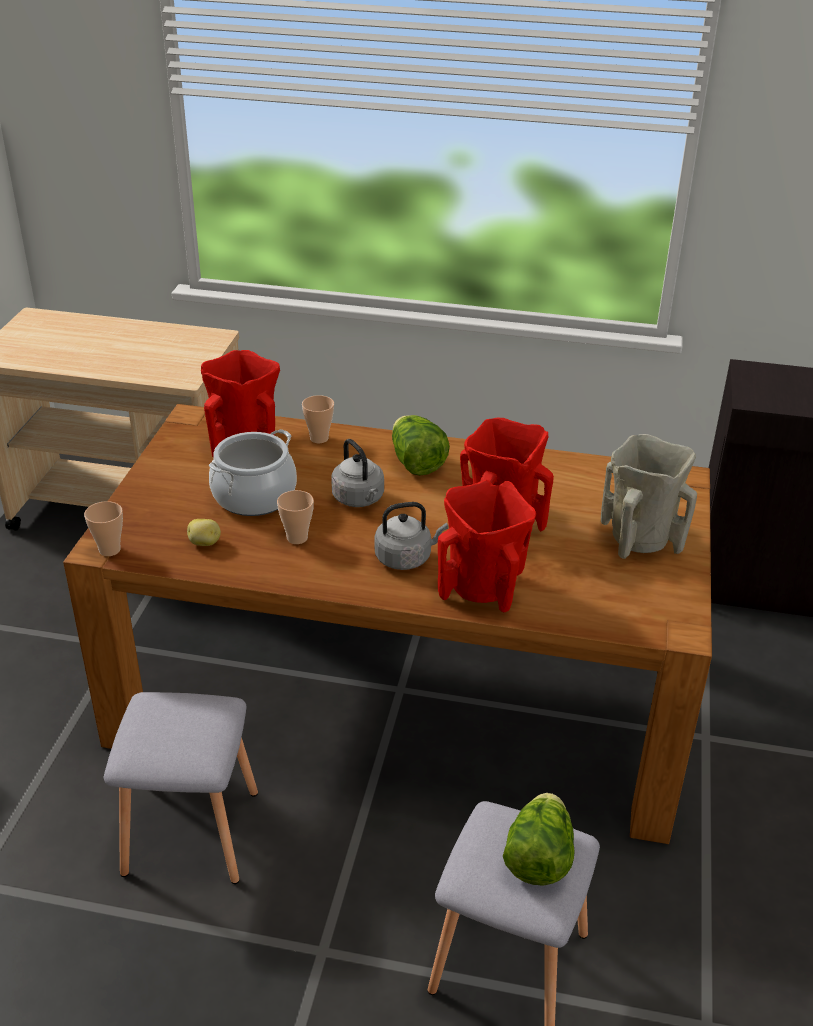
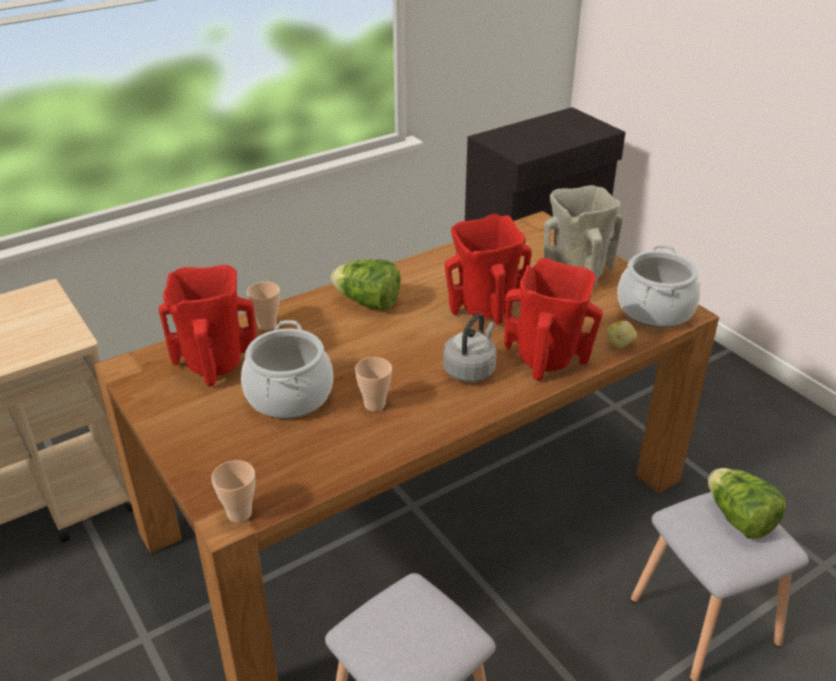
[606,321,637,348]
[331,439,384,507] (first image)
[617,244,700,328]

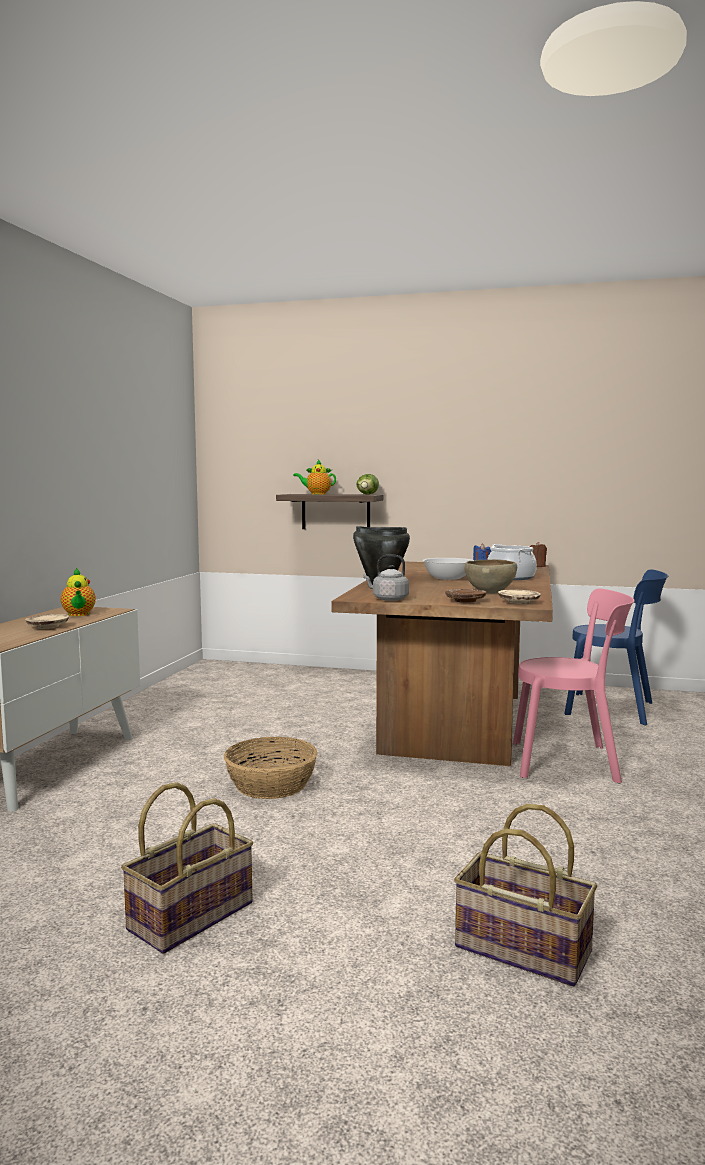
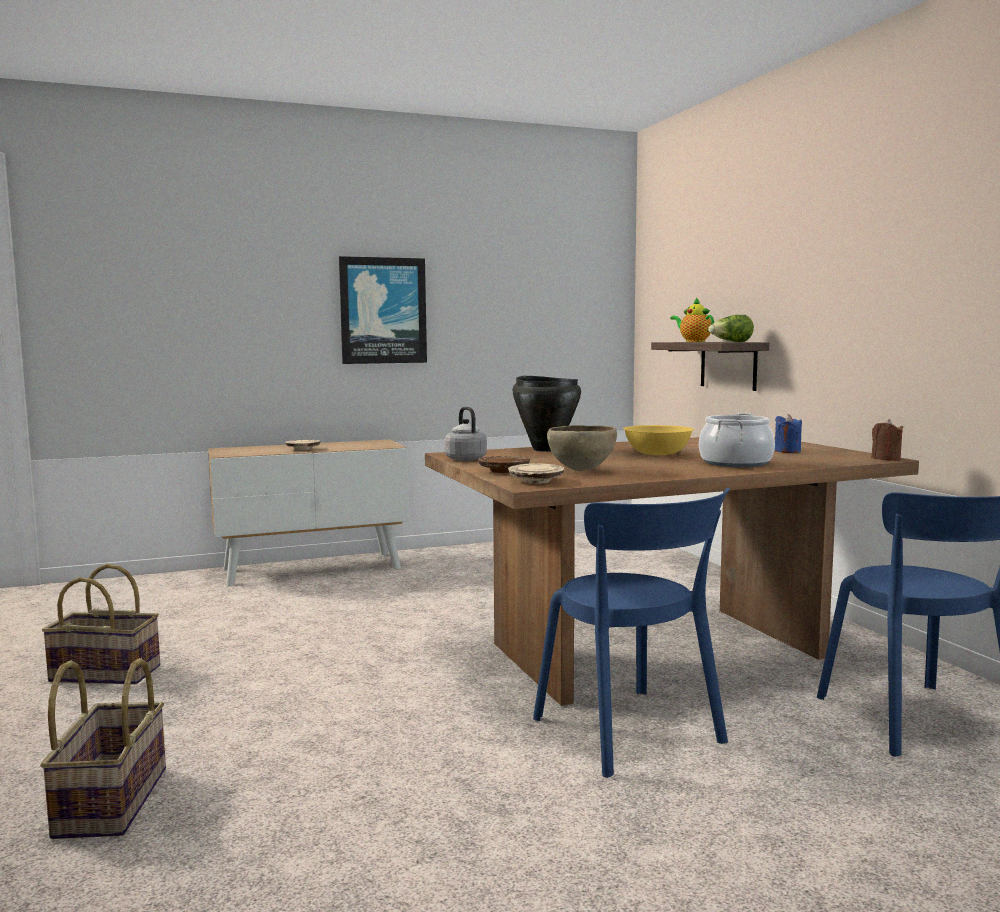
[61,568,96,616] (first image)
[224,737,317,799] (first image)
[623,425,694,455]
[533,487,730,778]
[339,256,427,364]

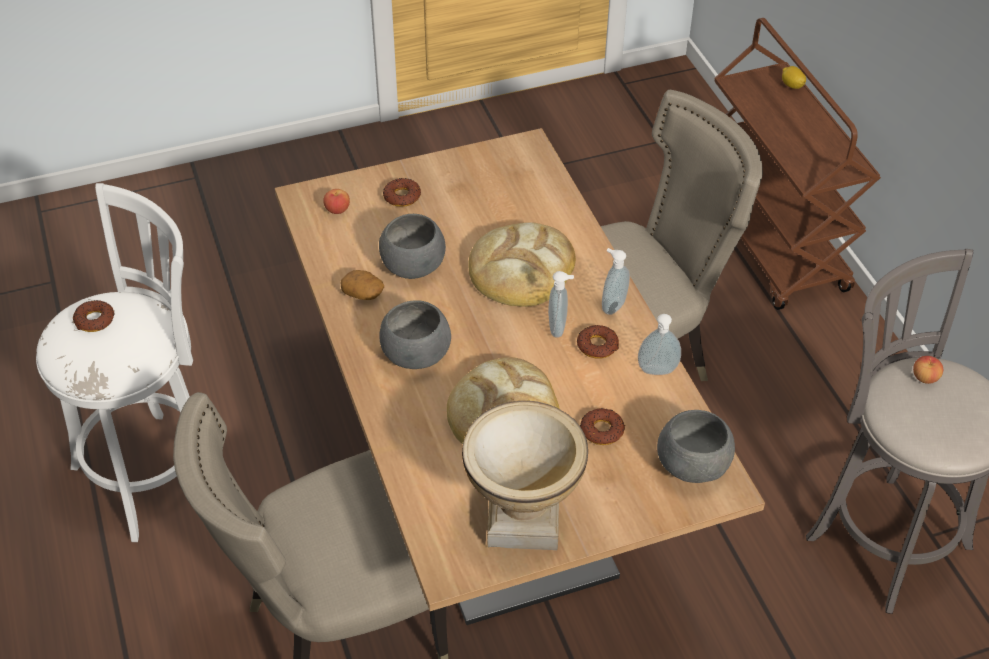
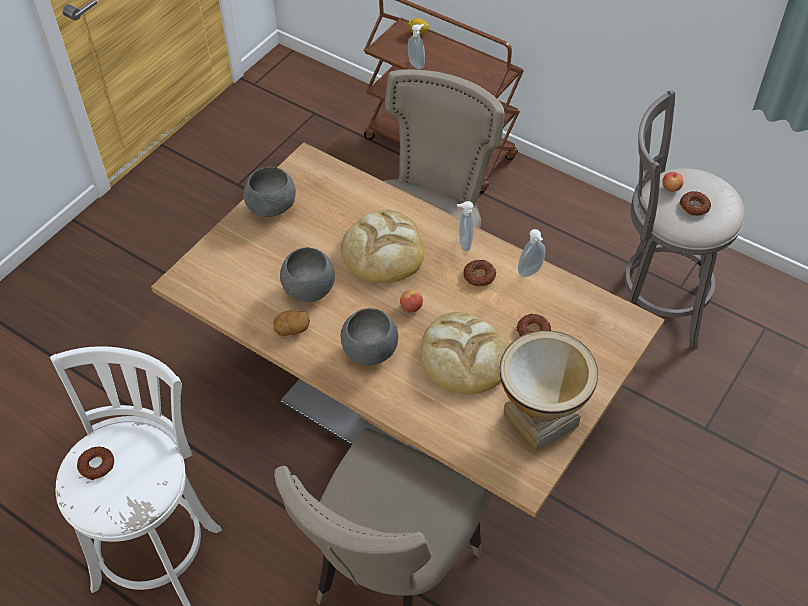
[400,290,423,312]
[679,191,711,216]
[408,24,425,70]
[243,167,296,217]

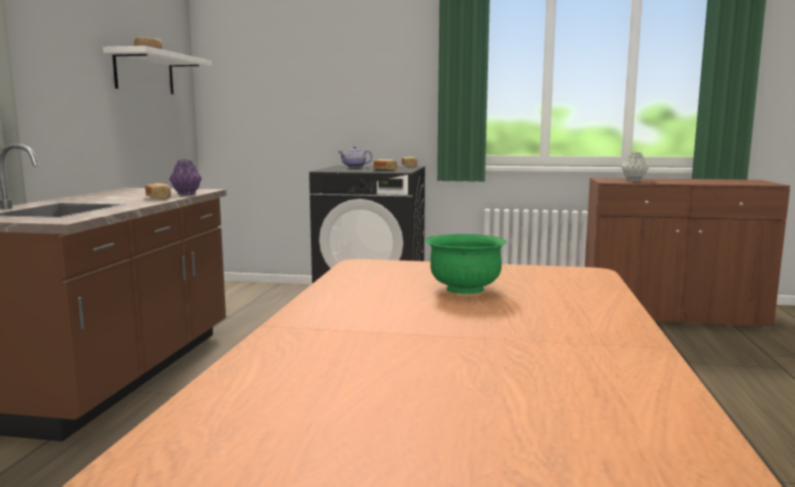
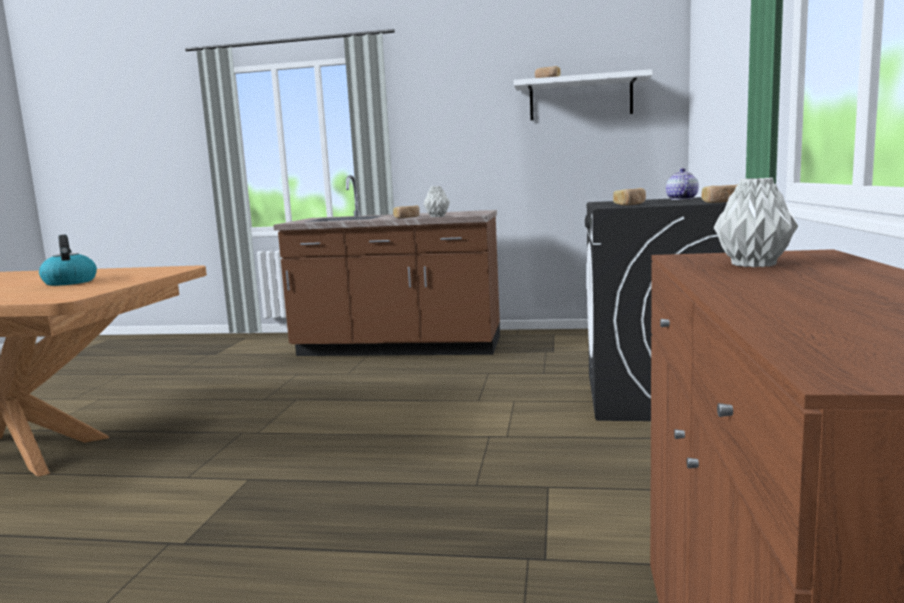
[424,186,450,217]
[39,235,97,286]

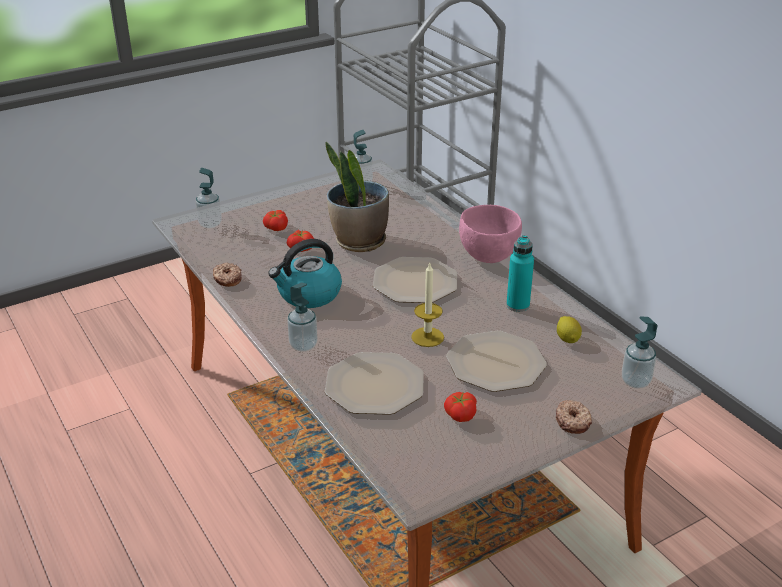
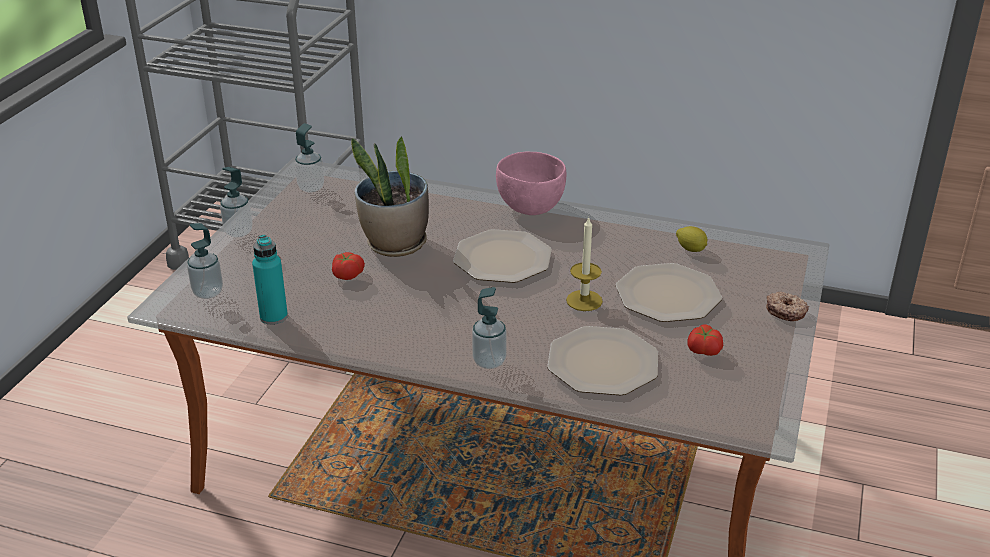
[213,263,242,287] (first image)
[263,210,288,231] (first image)
[268,239,342,308] (first image)
[252,235,288,325]
[220,167,252,237]

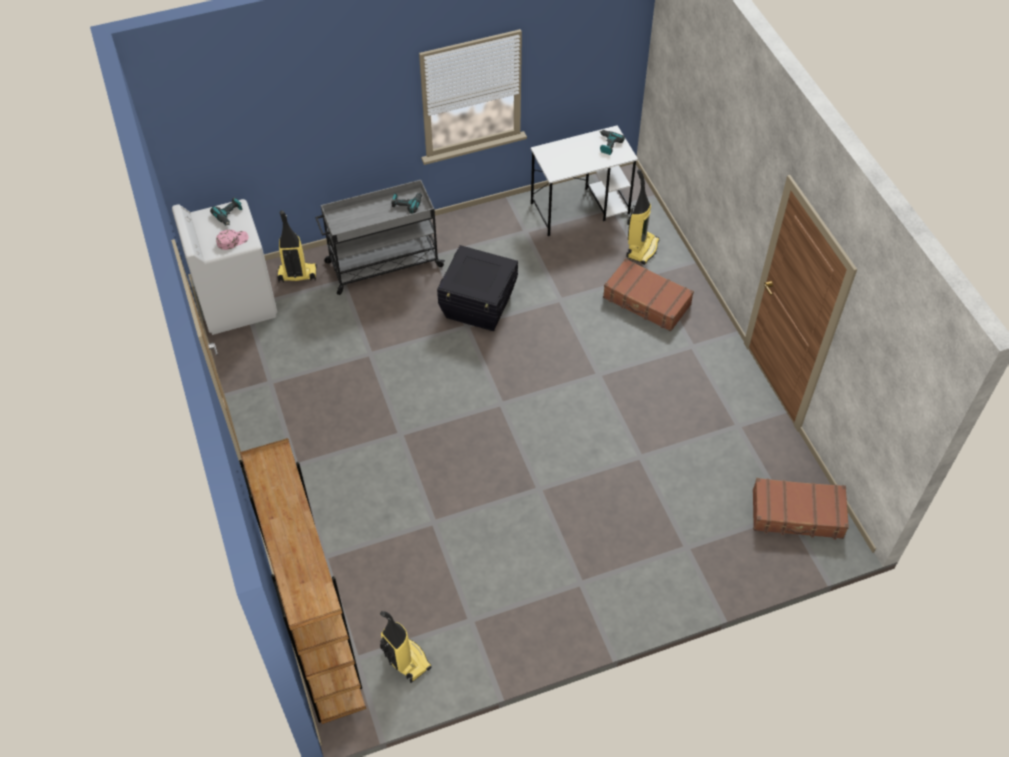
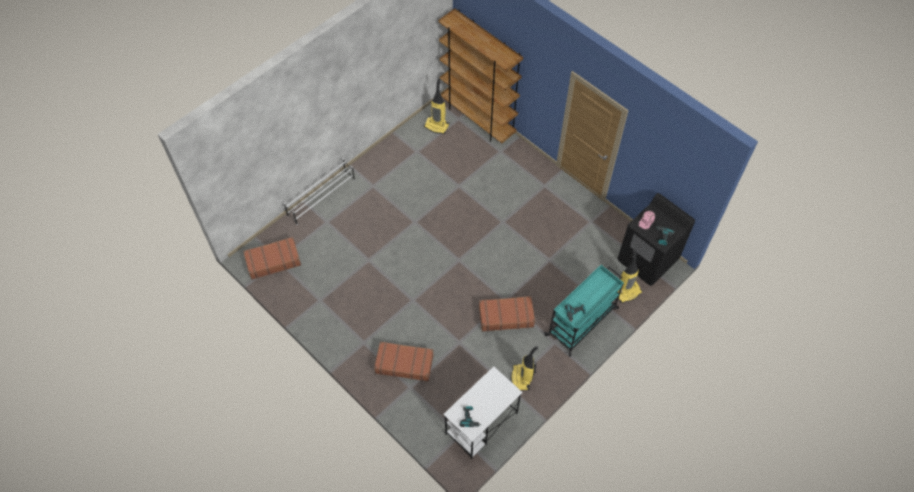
[618,193,695,286]
[544,265,624,357]
[479,296,535,332]
[511,346,538,390]
[284,159,355,225]

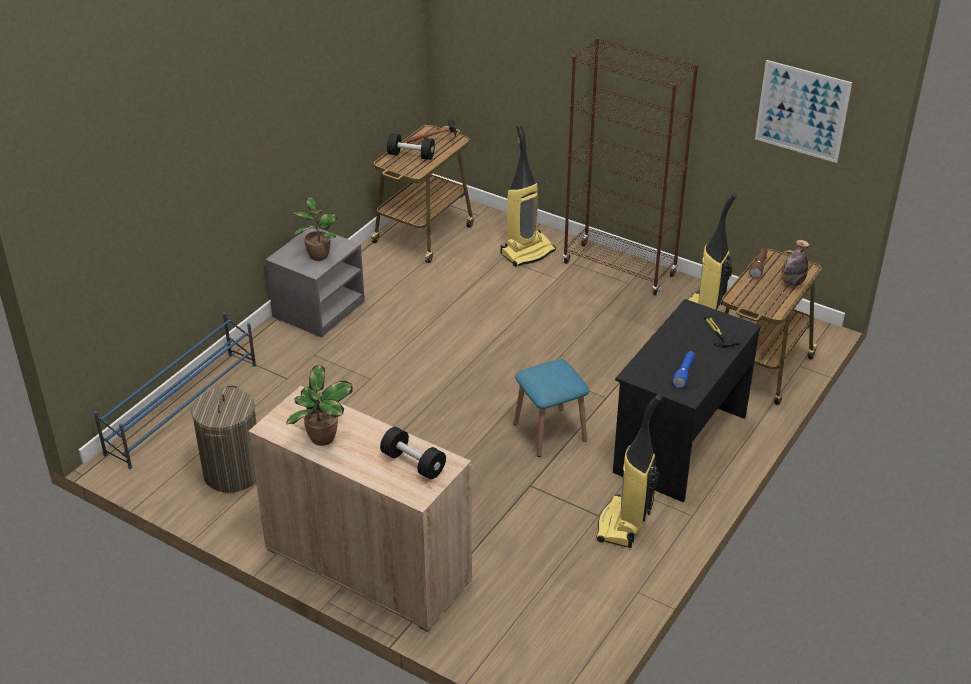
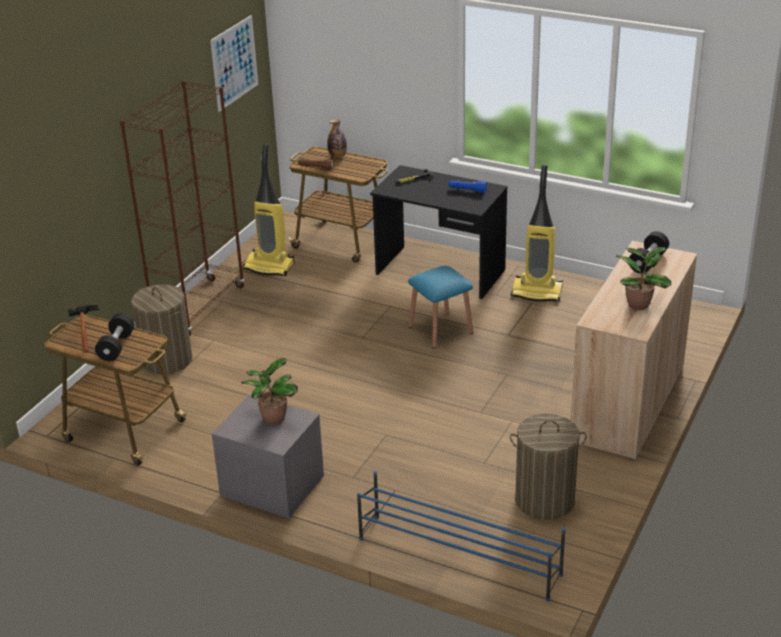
[131,284,192,374]

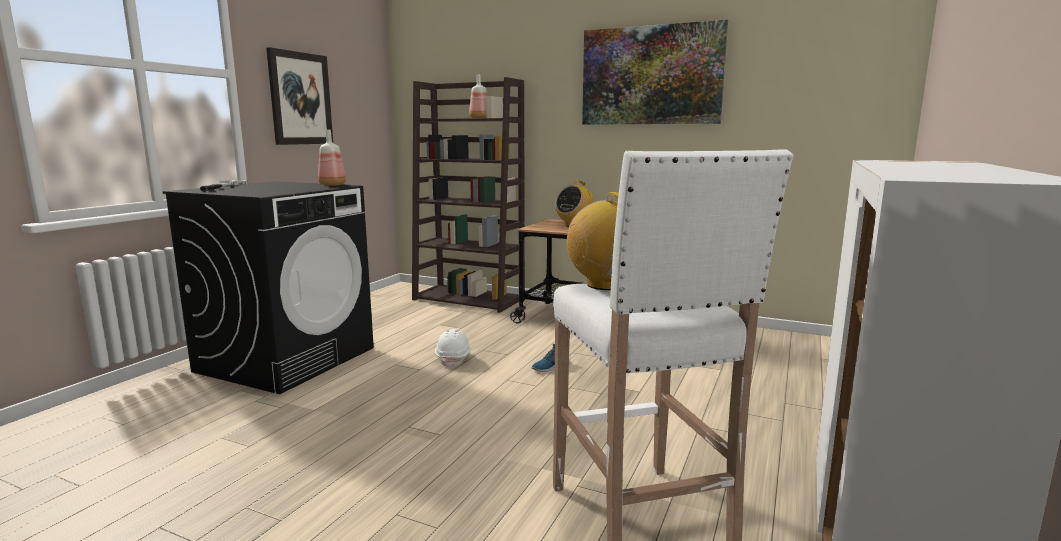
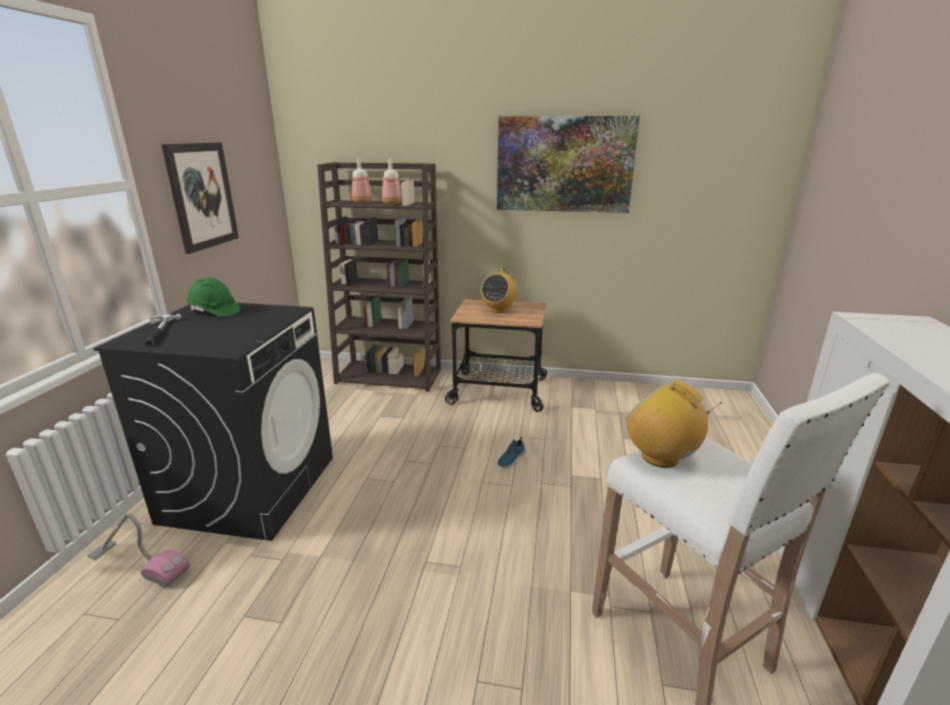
[351,158,372,203]
[435,329,471,368] (first image)
[88,513,190,588]
[187,278,240,317]

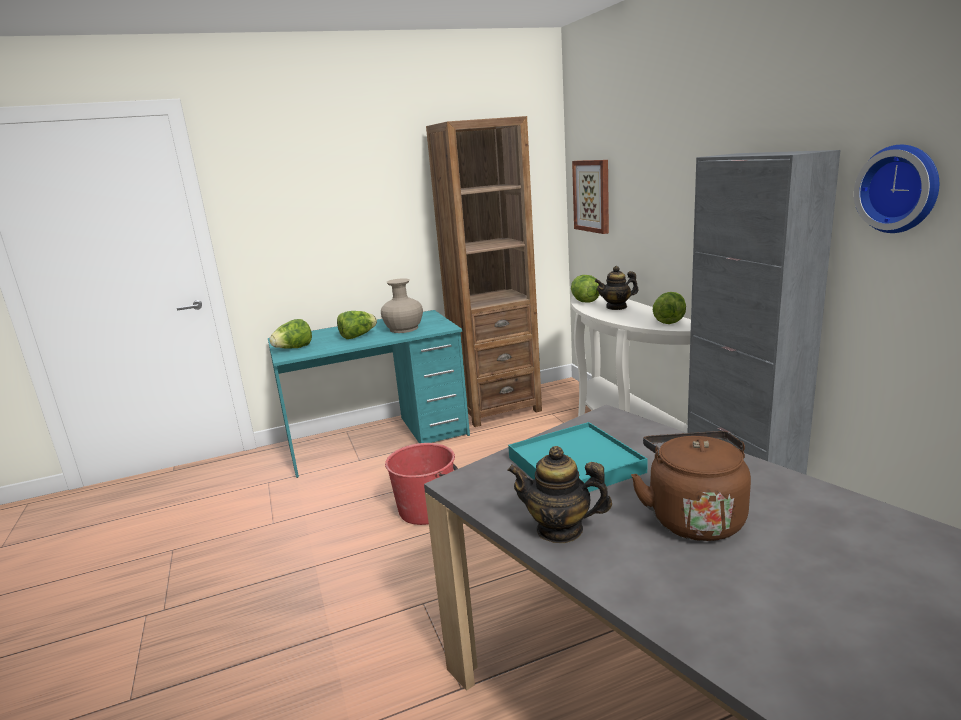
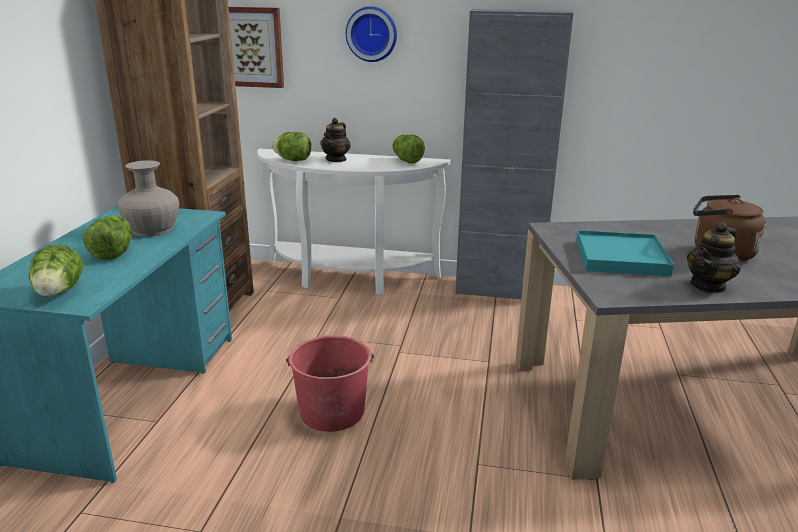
[346,6,397,62]

